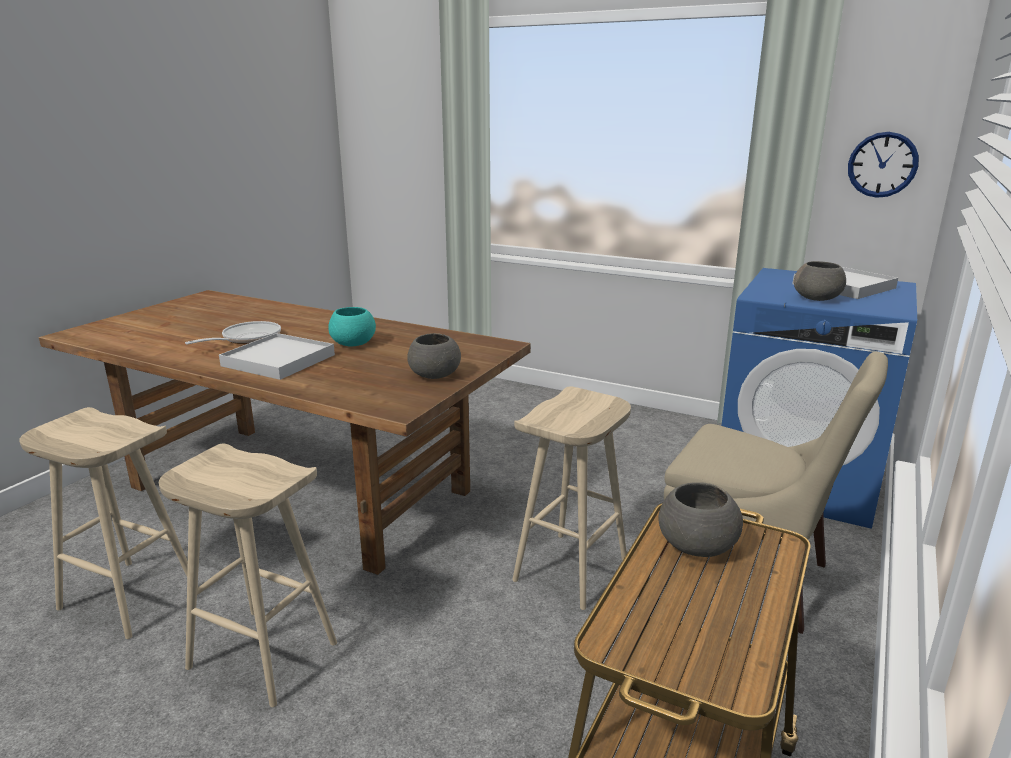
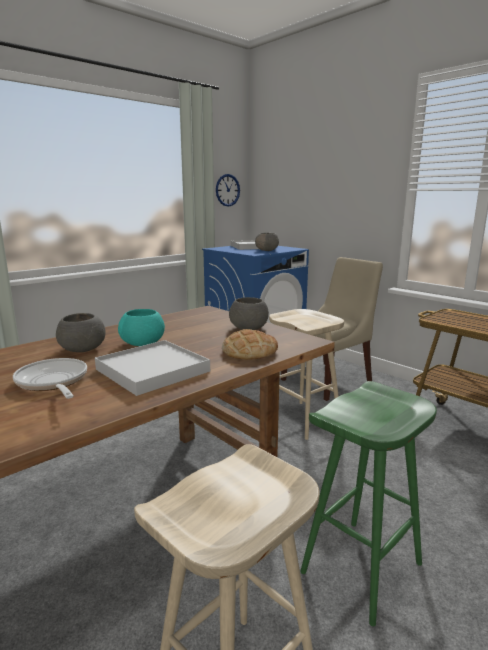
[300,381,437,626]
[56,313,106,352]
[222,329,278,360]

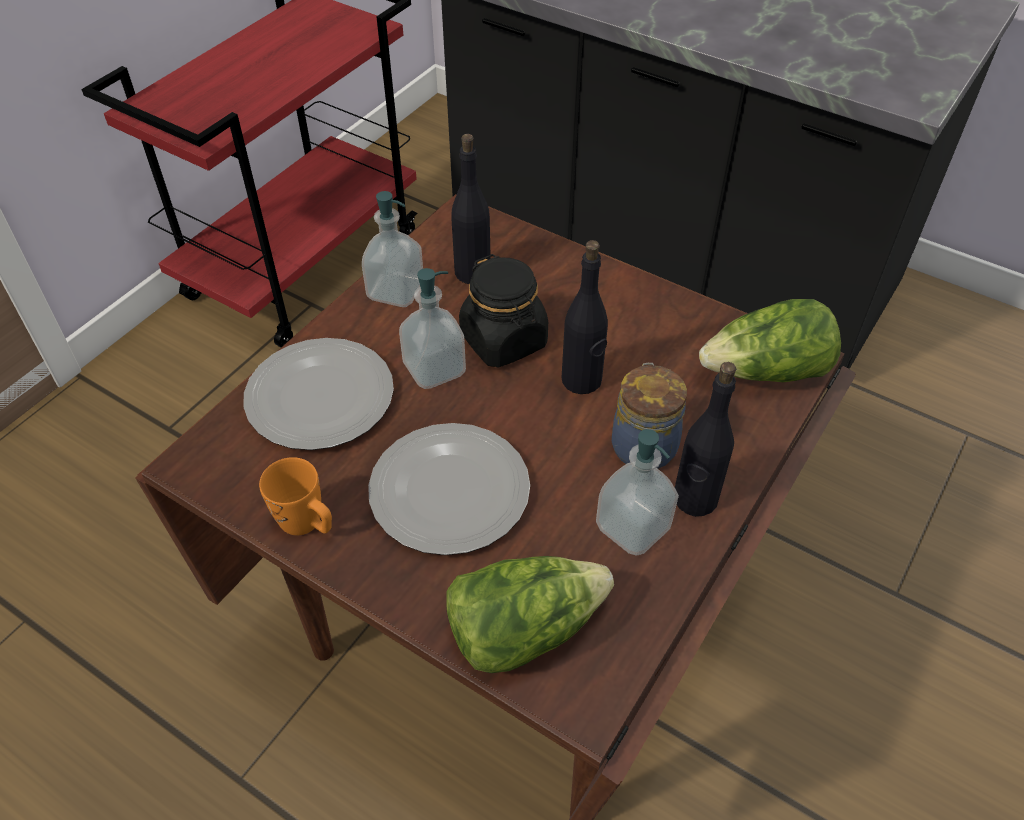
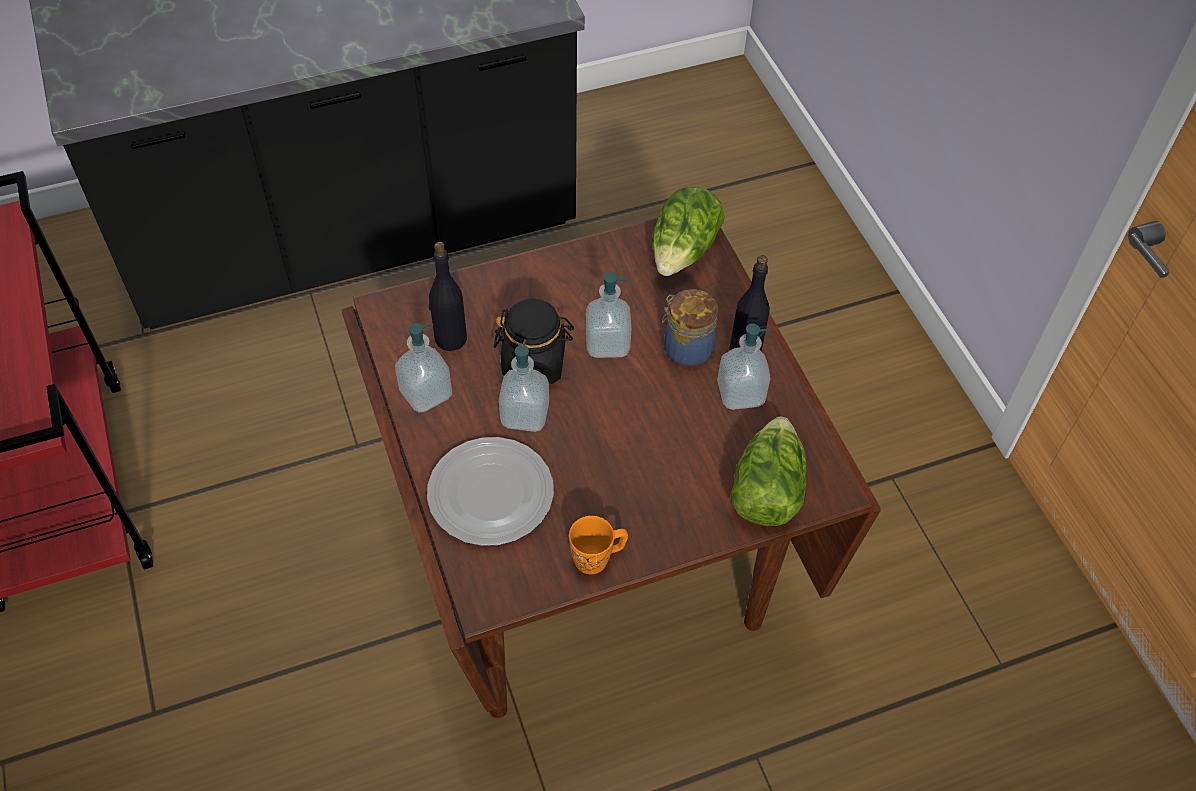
[368,423,530,555] (first image)
[586,272,631,358]

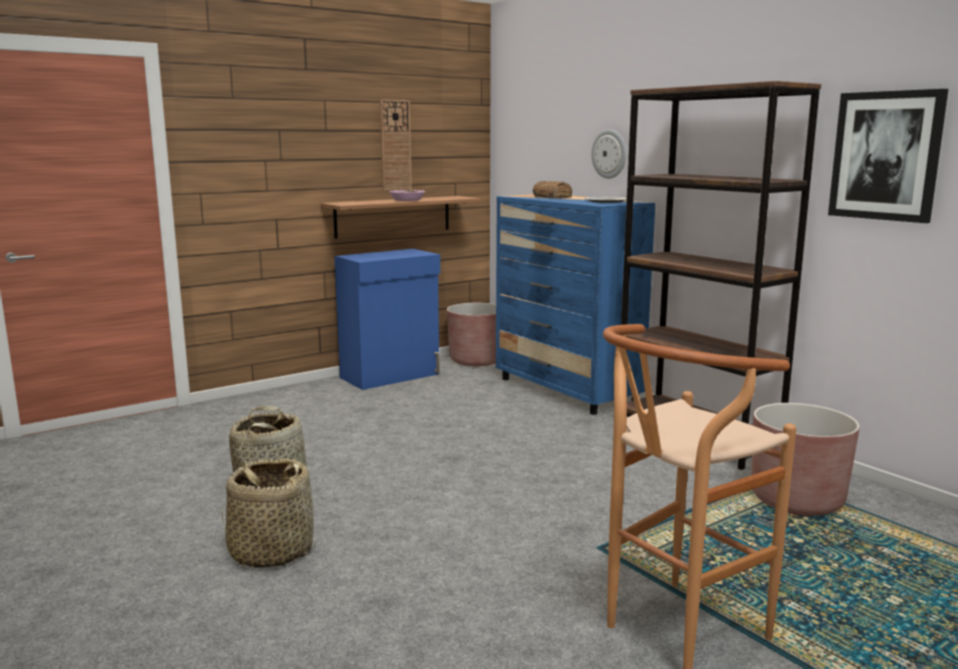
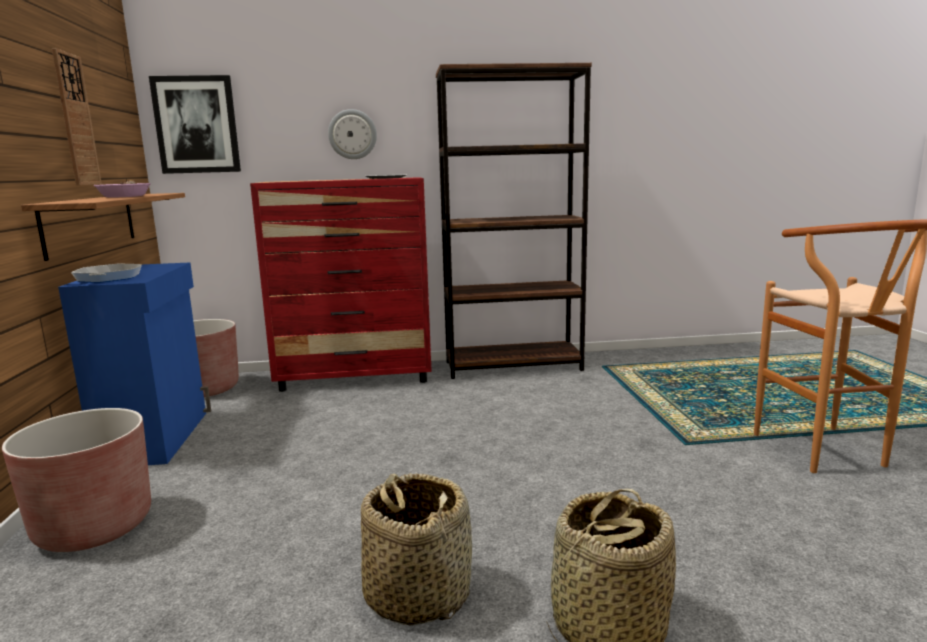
[250,177,432,392]
[533,181,572,199] (first image)
[2,408,151,552]
[149,75,241,174]
[71,263,142,283]

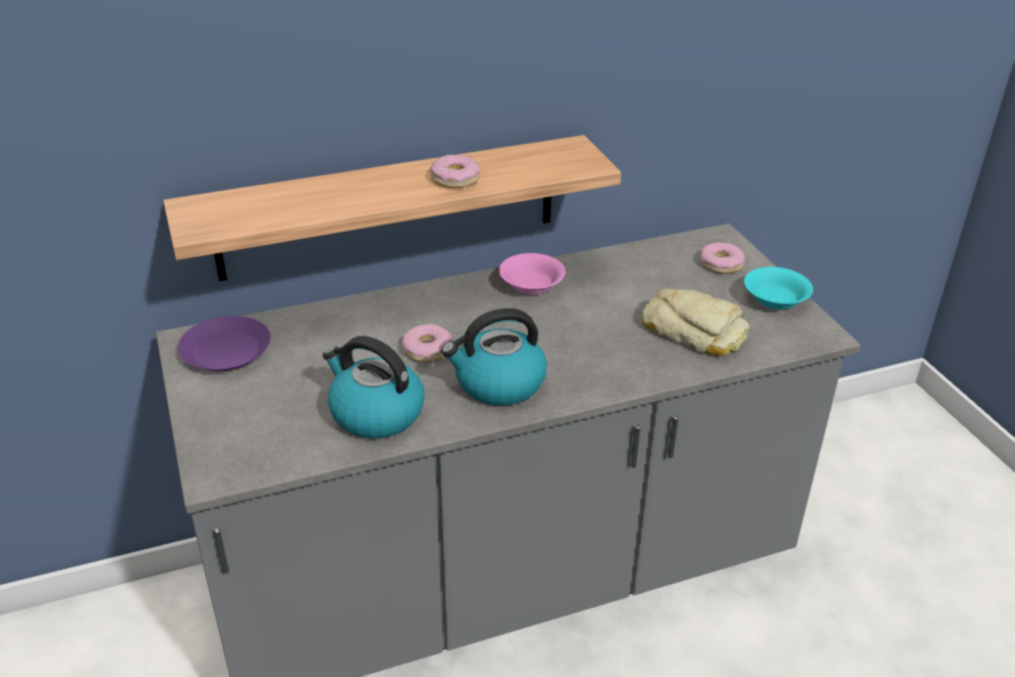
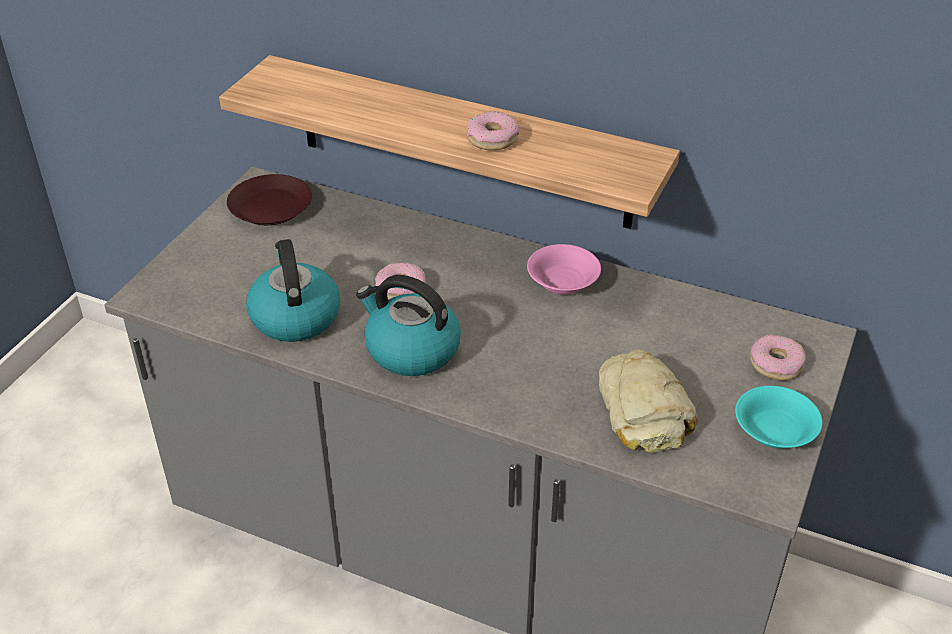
[227,174,312,225]

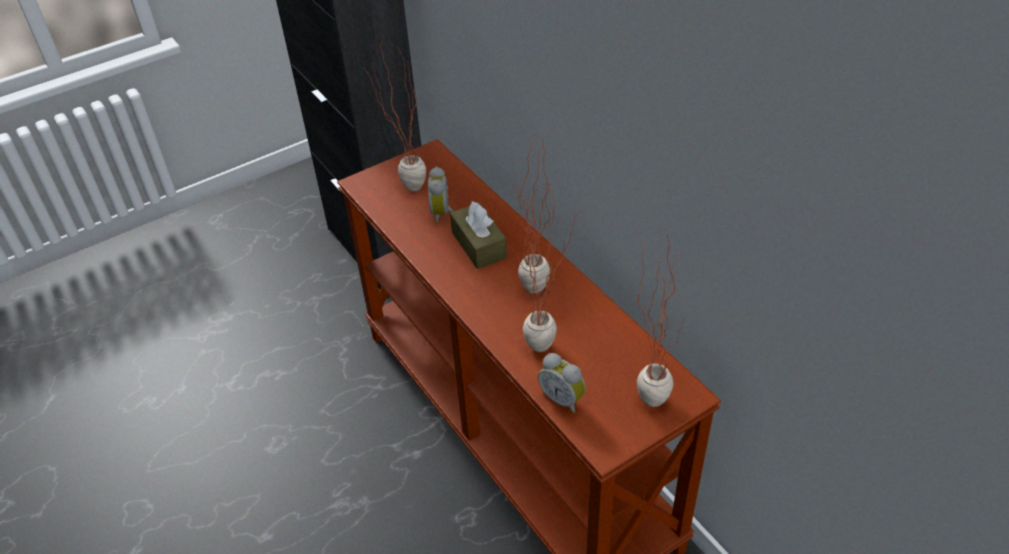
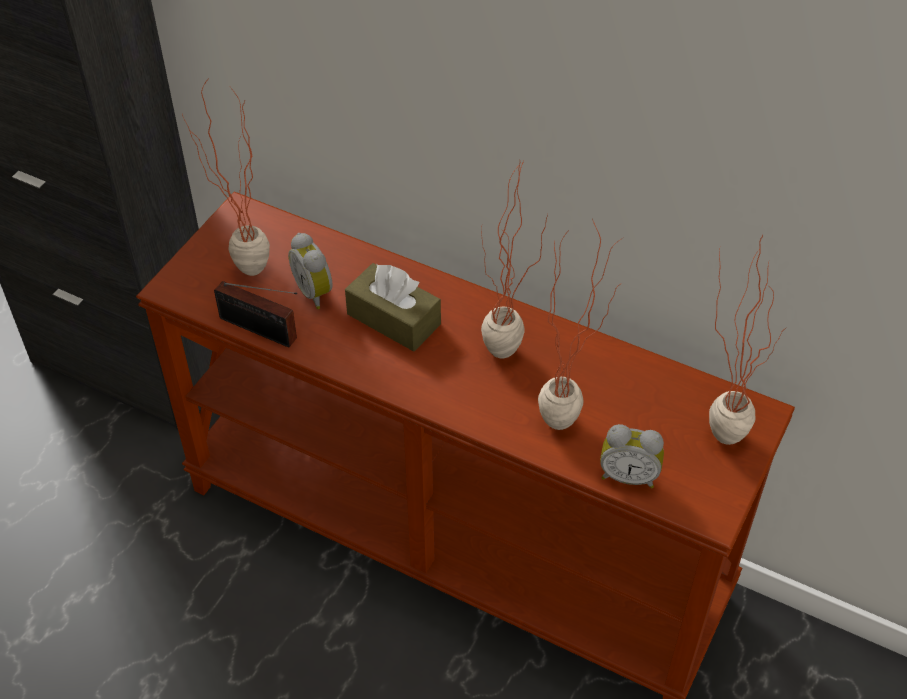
[214,281,297,347]

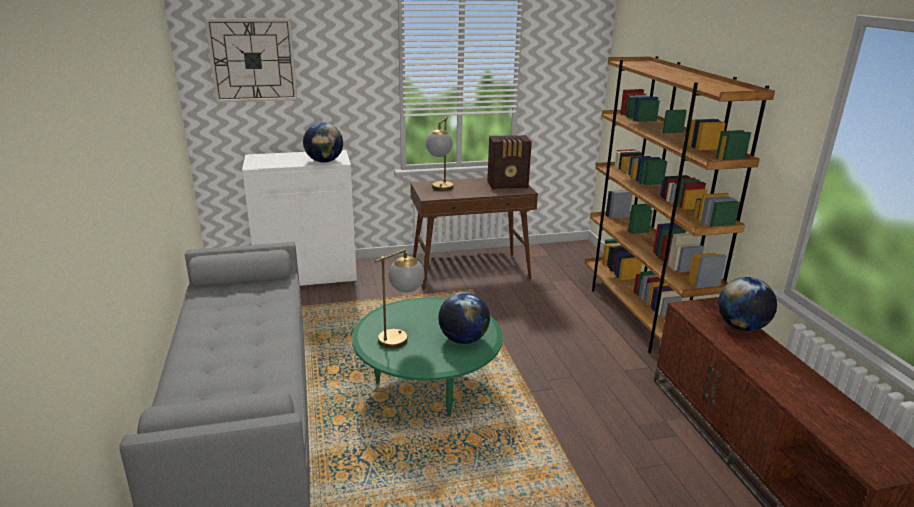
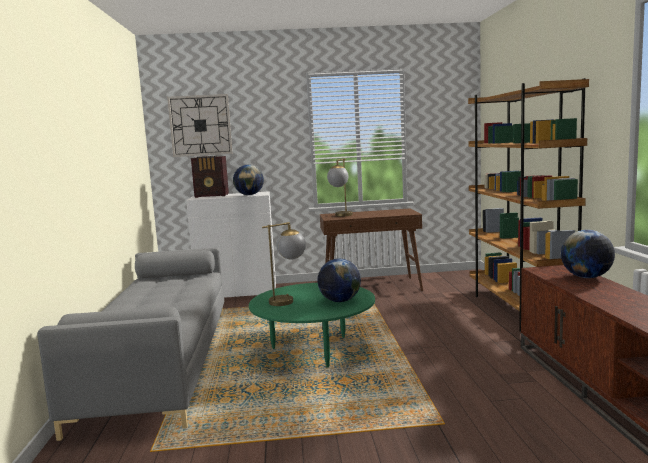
[191,156,229,198]

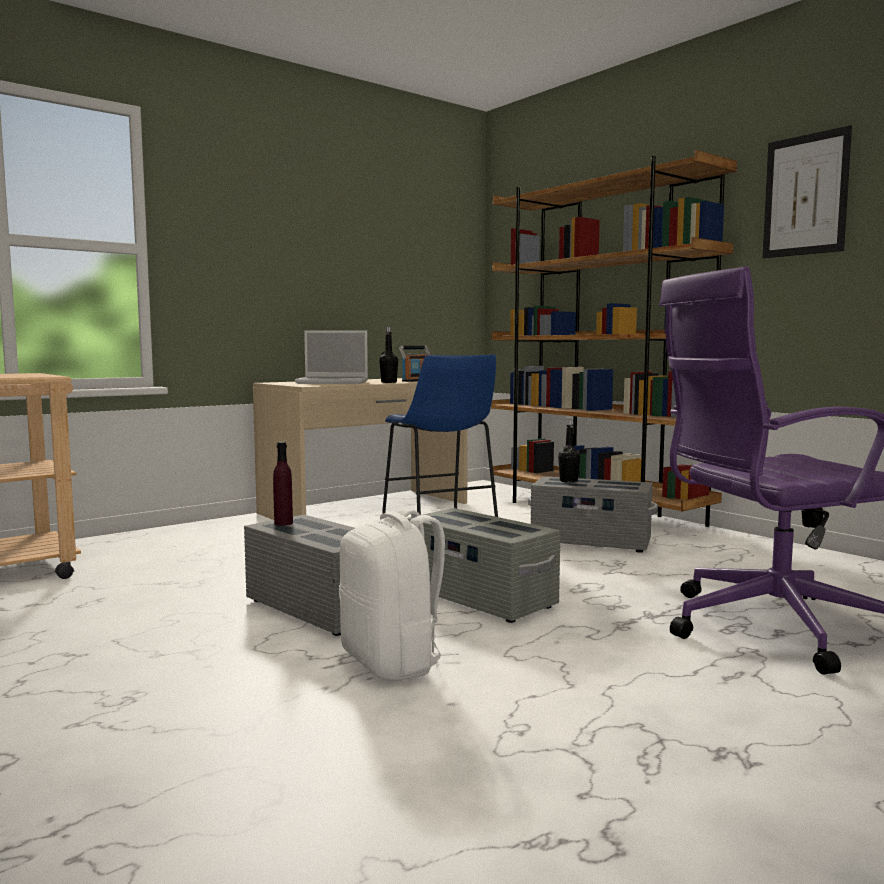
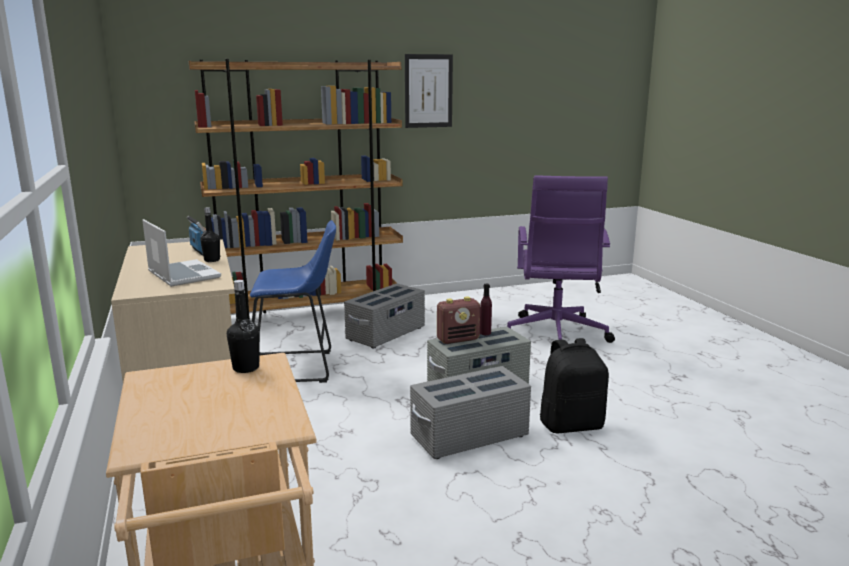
[480,284,492,335]
[142,219,221,287]
[540,338,609,433]
[227,280,260,373]
[437,296,480,344]

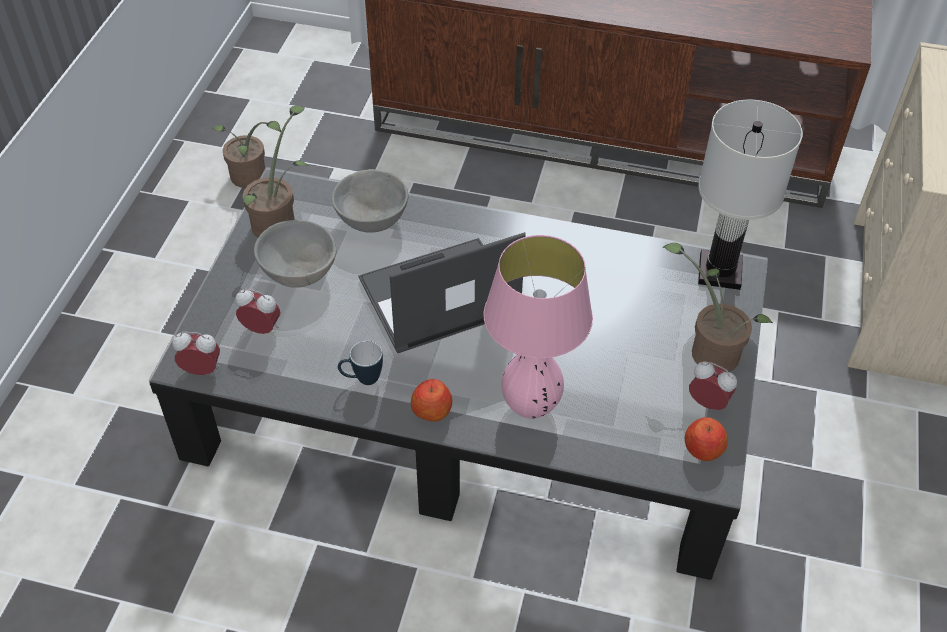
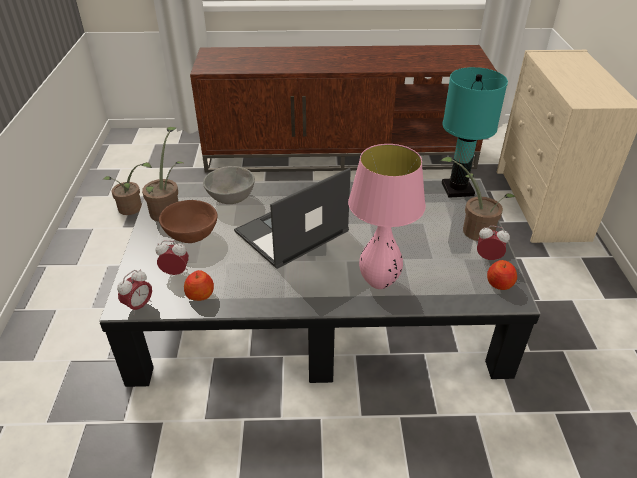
[117,269,152,315]
[159,200,217,243]
[338,341,383,385] (first image)
[184,270,214,301]
[442,67,508,198]

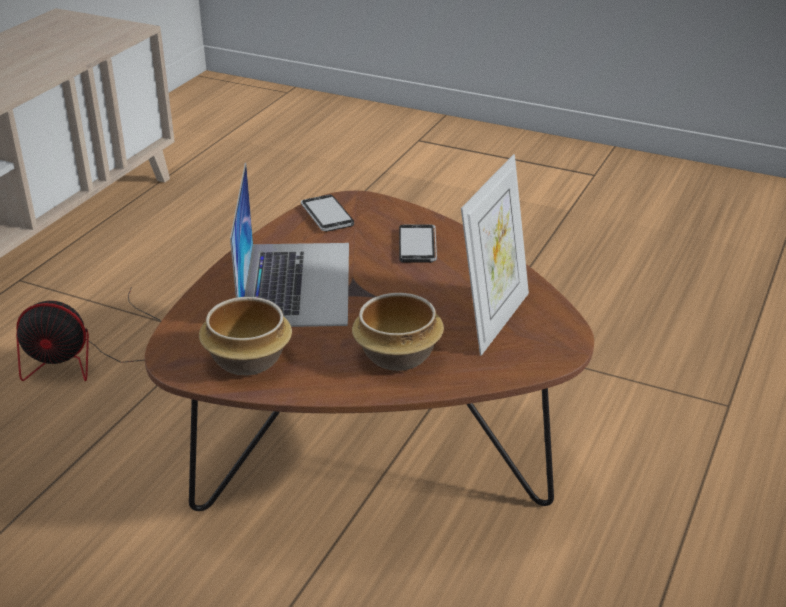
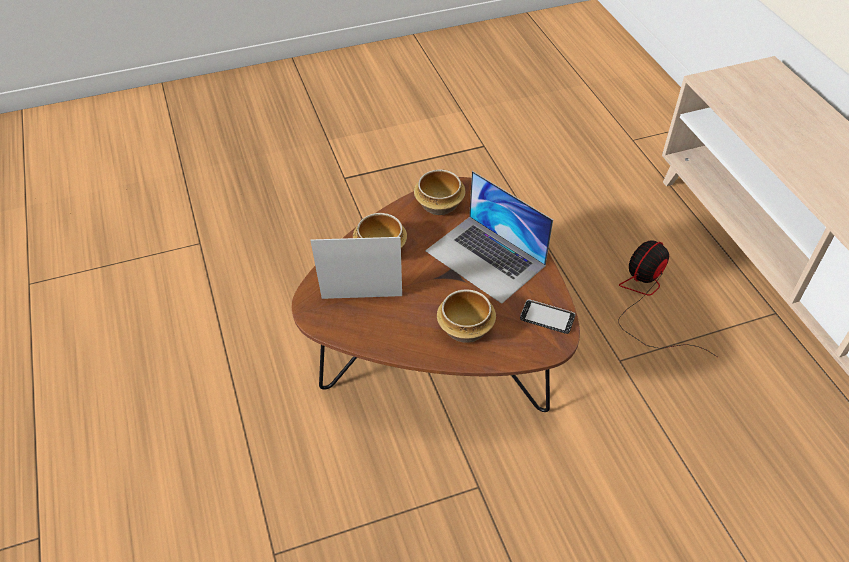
[437,289,496,343]
[310,237,402,299]

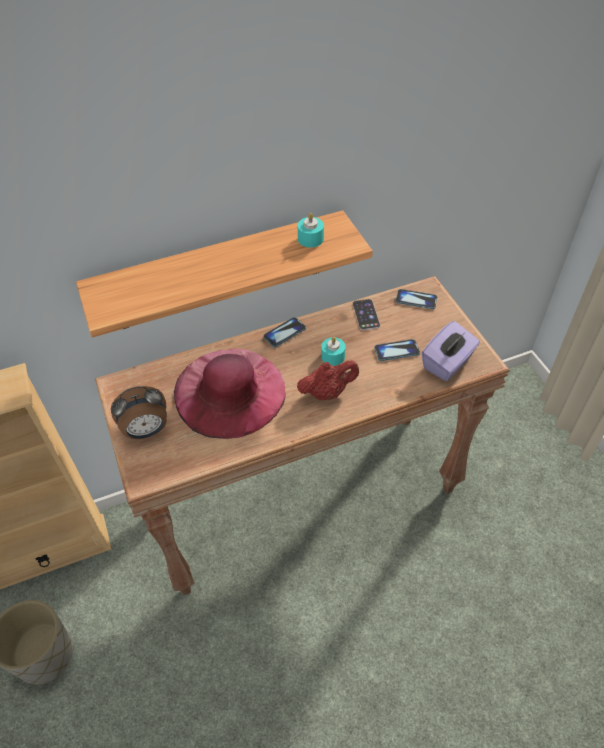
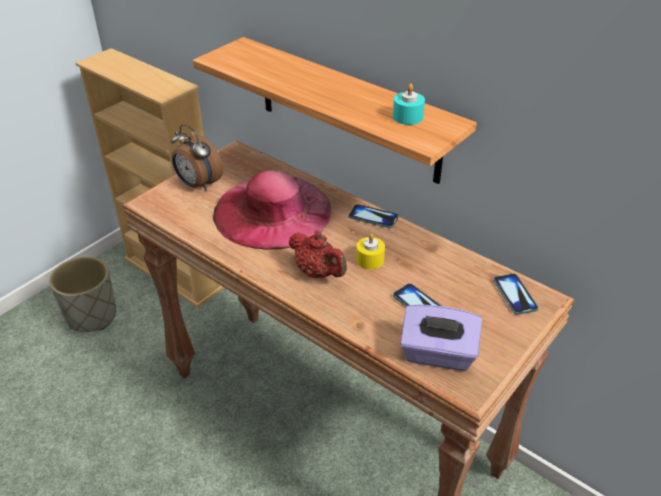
[356,234,385,270]
[353,299,380,330] (first image)

